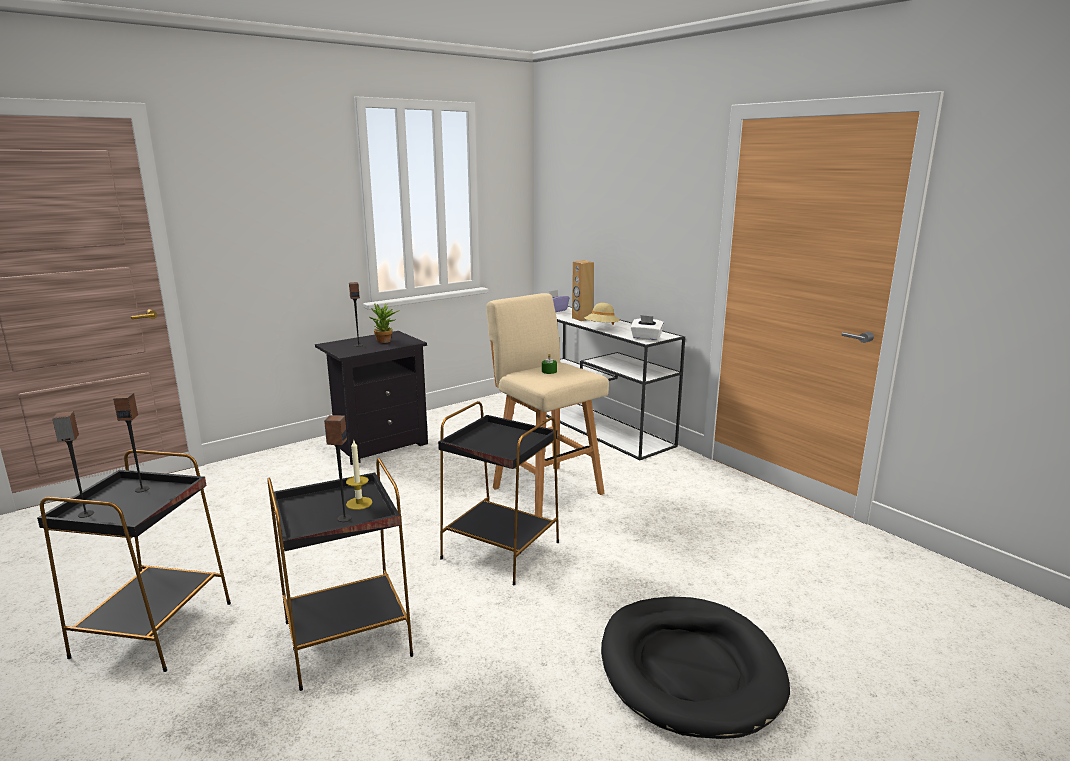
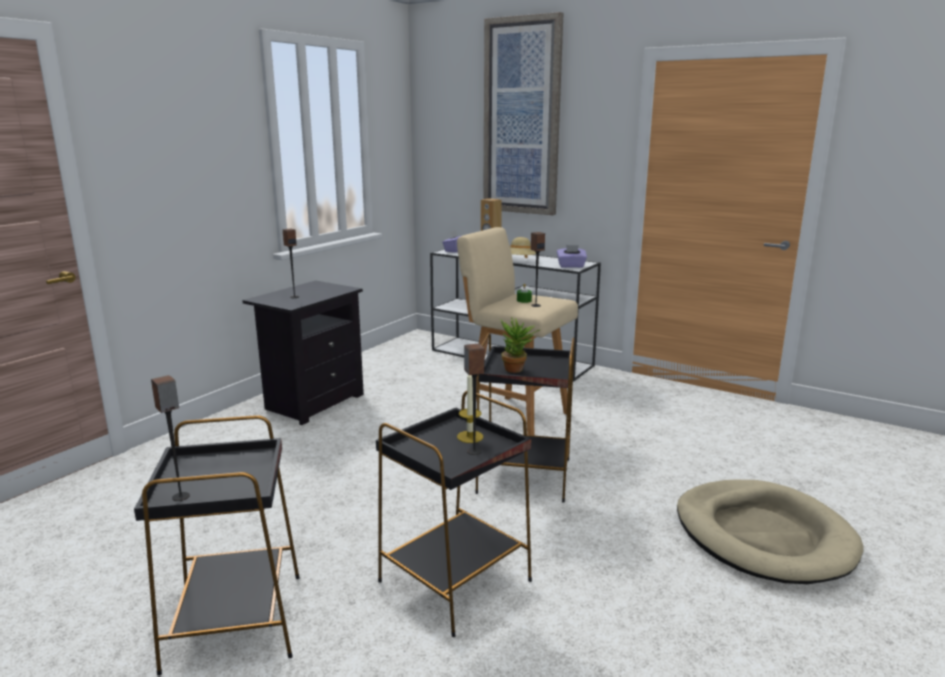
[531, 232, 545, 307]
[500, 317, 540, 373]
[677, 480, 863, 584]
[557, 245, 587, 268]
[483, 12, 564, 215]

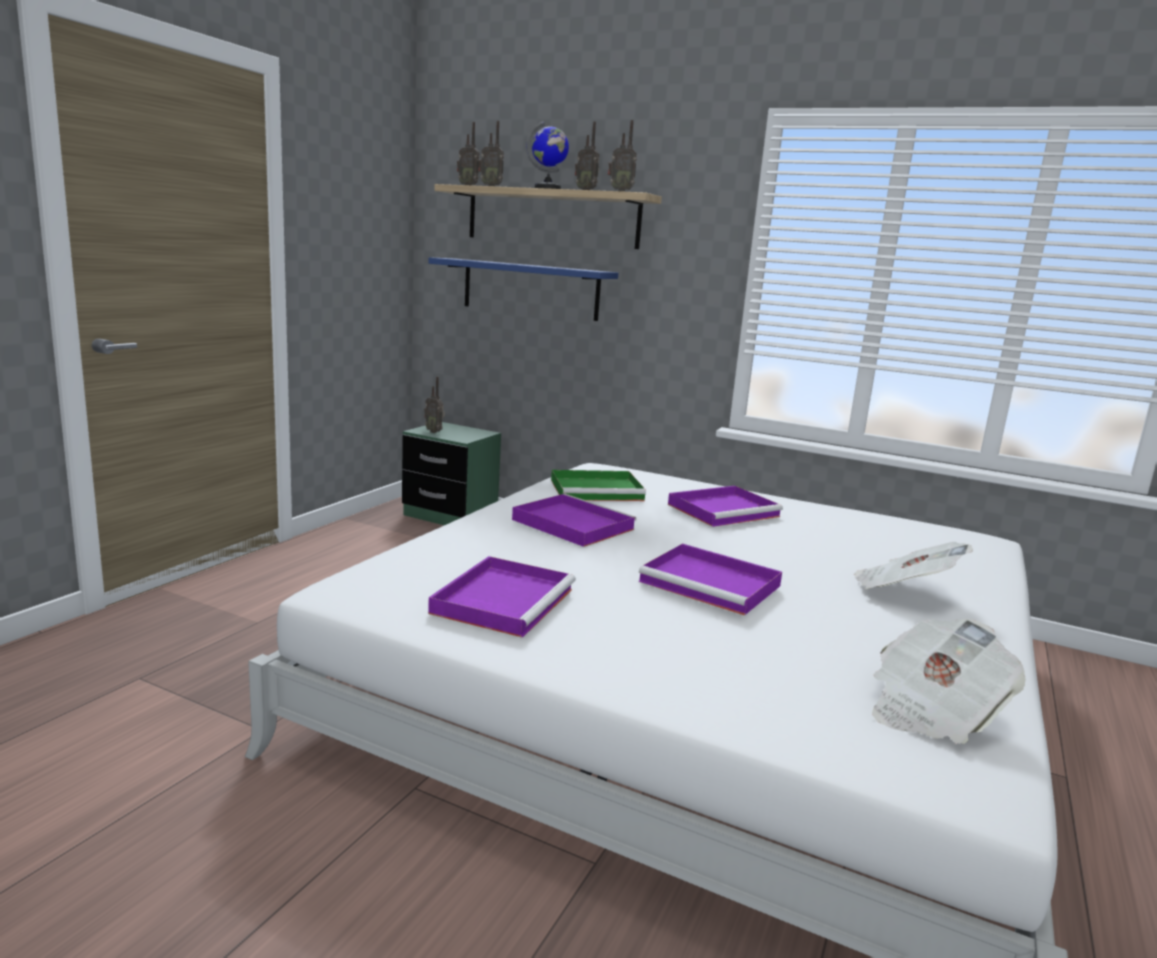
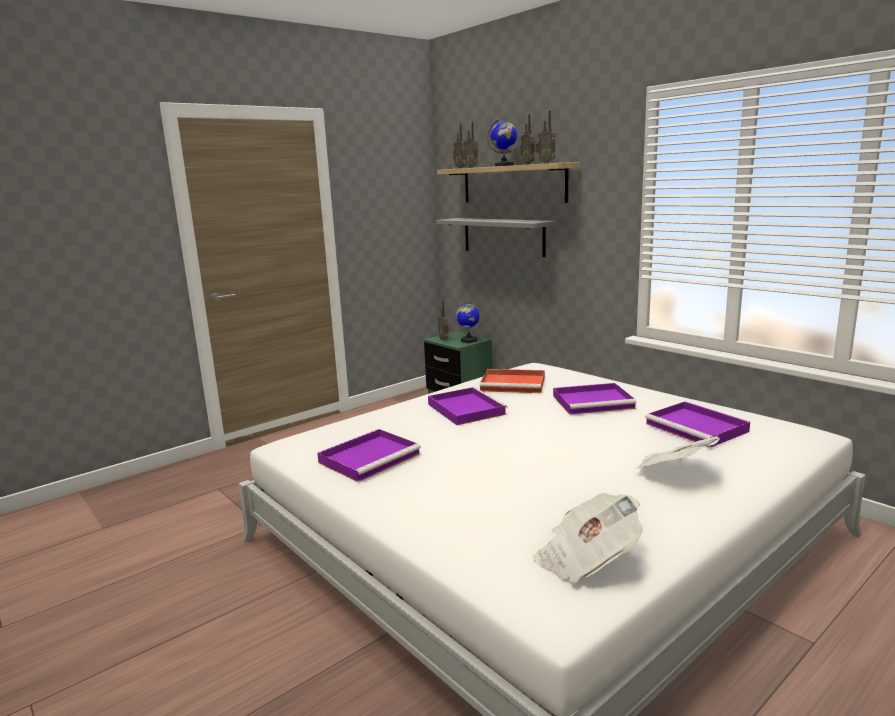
[436, 218, 556, 257]
[480, 369, 545, 393]
[645, 402, 750, 448]
[456, 300, 480, 343]

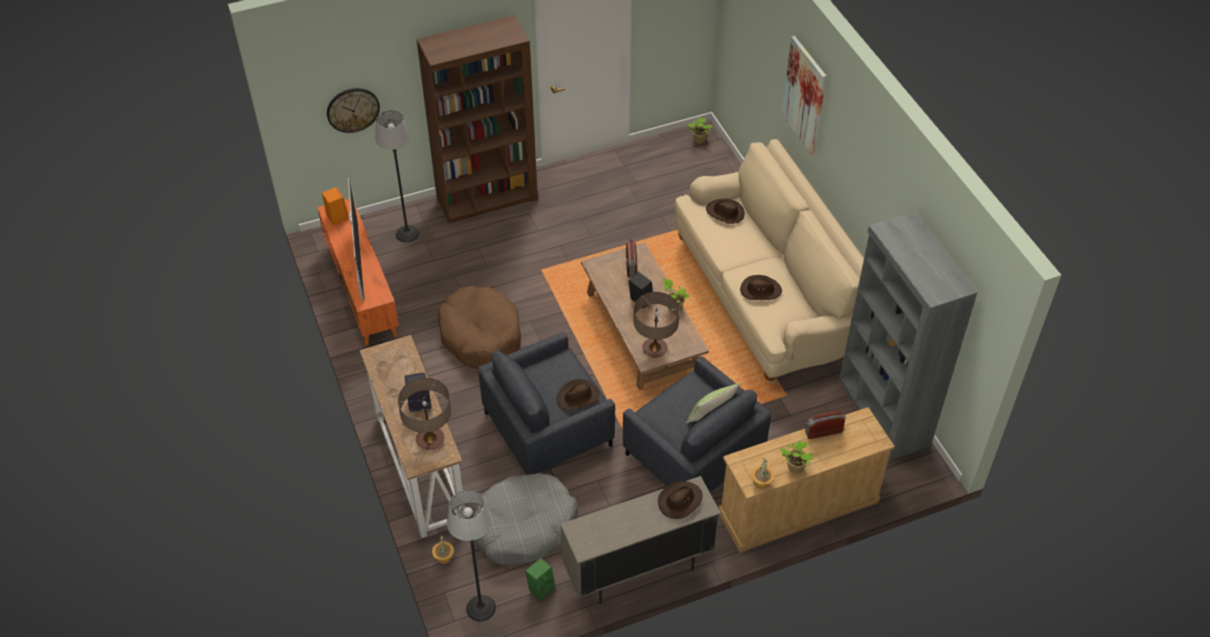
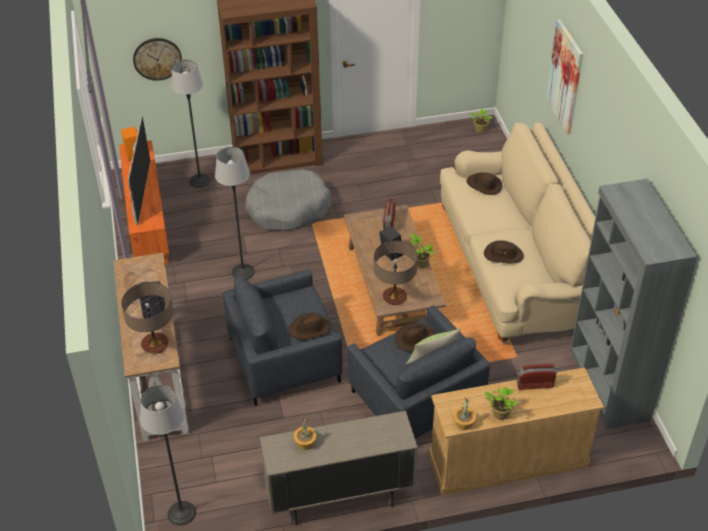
[294, 417, 316, 450]
[215, 147, 255, 280]
[245, 169, 331, 231]
[525, 558, 556, 601] (first image)
[395, 323, 435, 352]

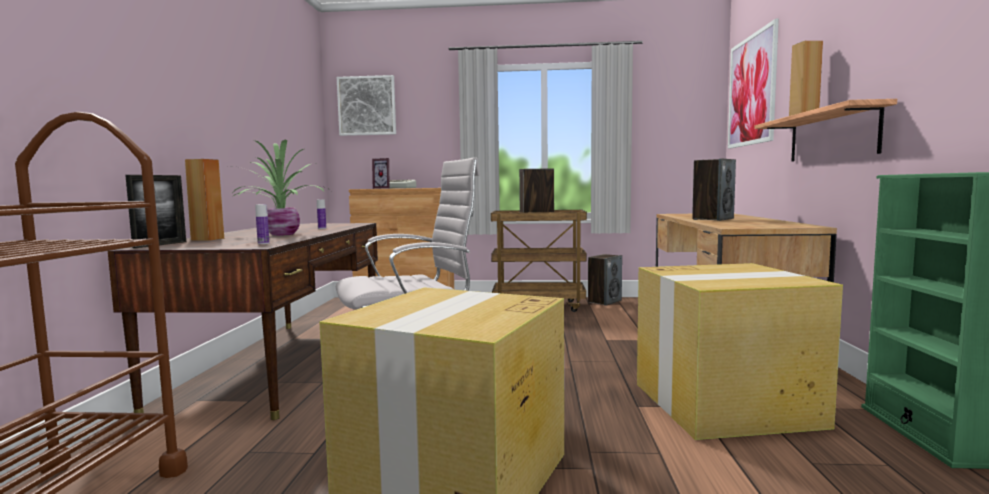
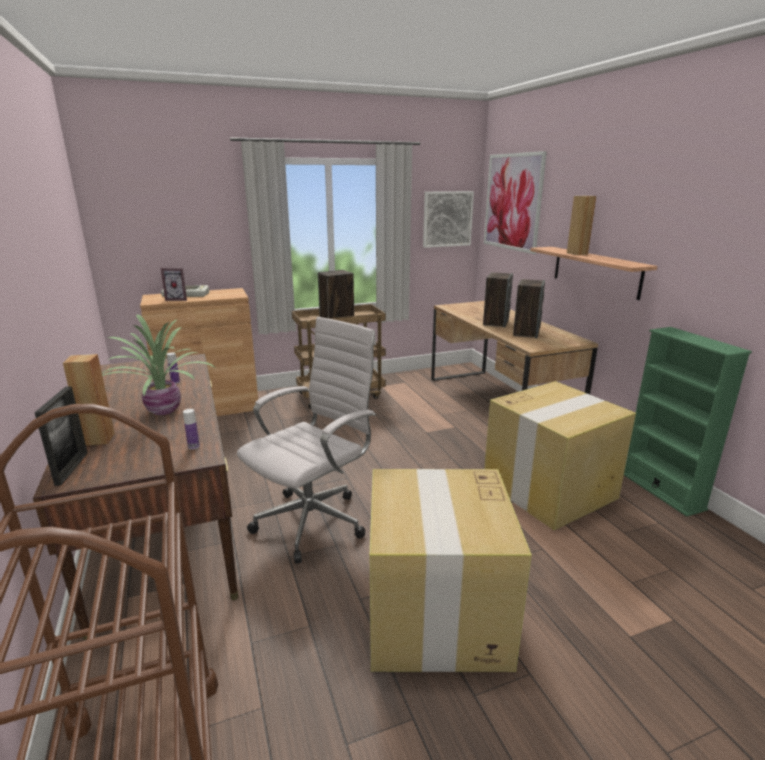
[423, 191, 474, 248]
[513, 279, 545, 338]

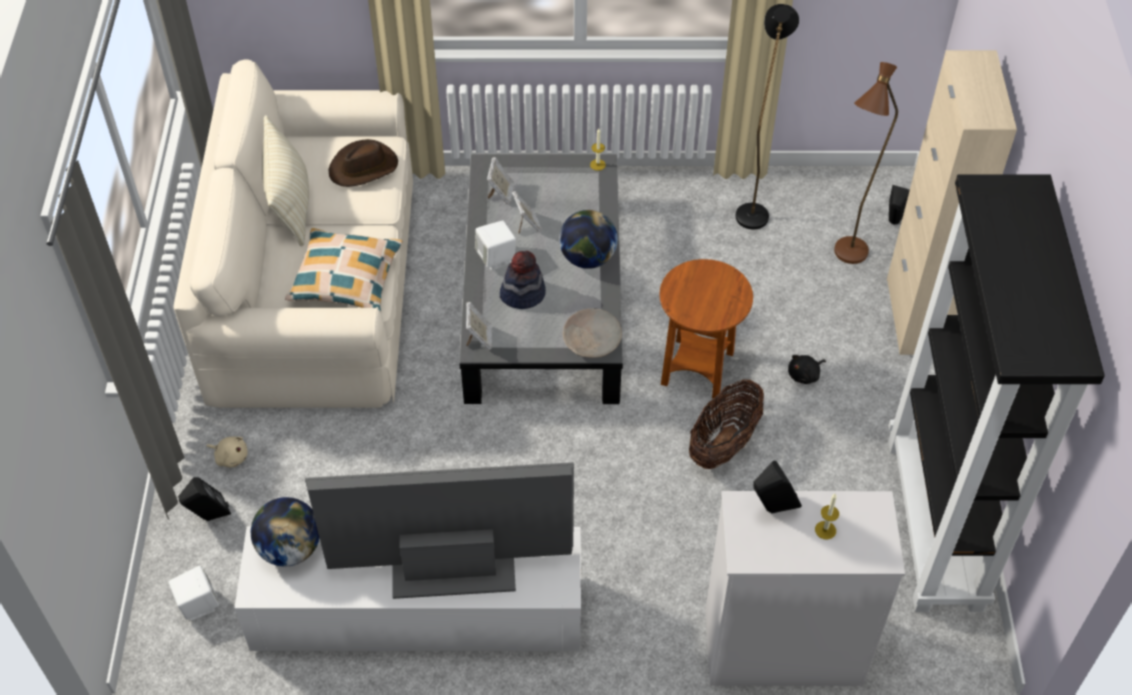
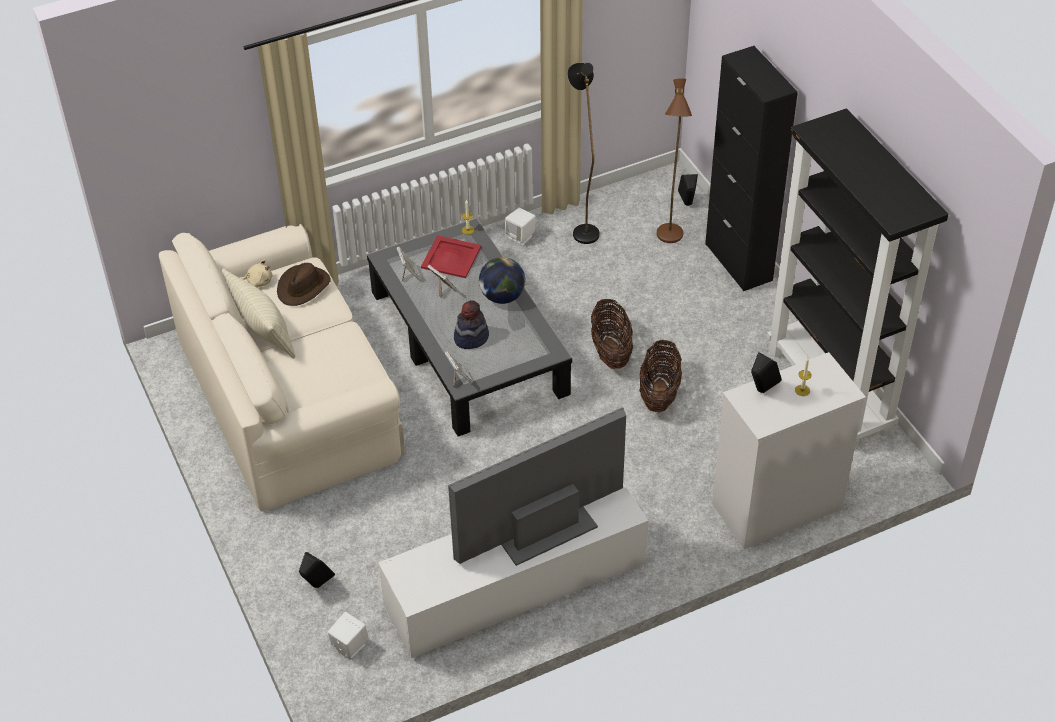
[240, 260, 272, 287]
[251, 497, 320, 566] (first image)
[285, 228, 403, 312] (first image)
[505, 208, 536, 245]
[563, 308, 622, 358] (first image)
[591, 299, 633, 369]
[788, 355, 826, 384] (first image)
[705, 46, 798, 291]
[421, 235, 481, 278]

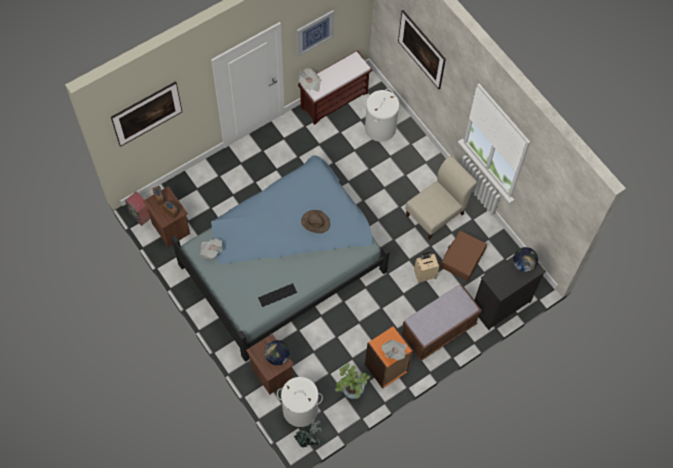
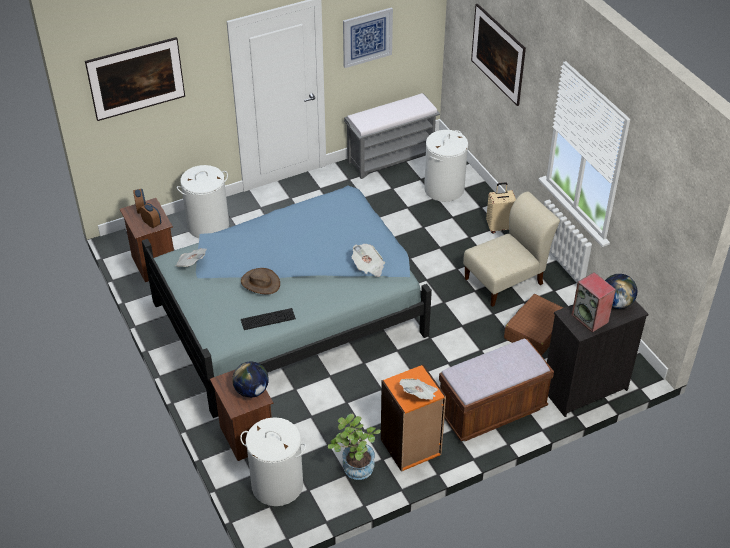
[572, 272, 616, 333]
[294, 418, 324, 448] (first image)
[344, 93, 440, 179]
[351, 244, 385, 277]
[241, 268, 280, 295]
[486, 182, 516, 234]
[177, 165, 229, 238]

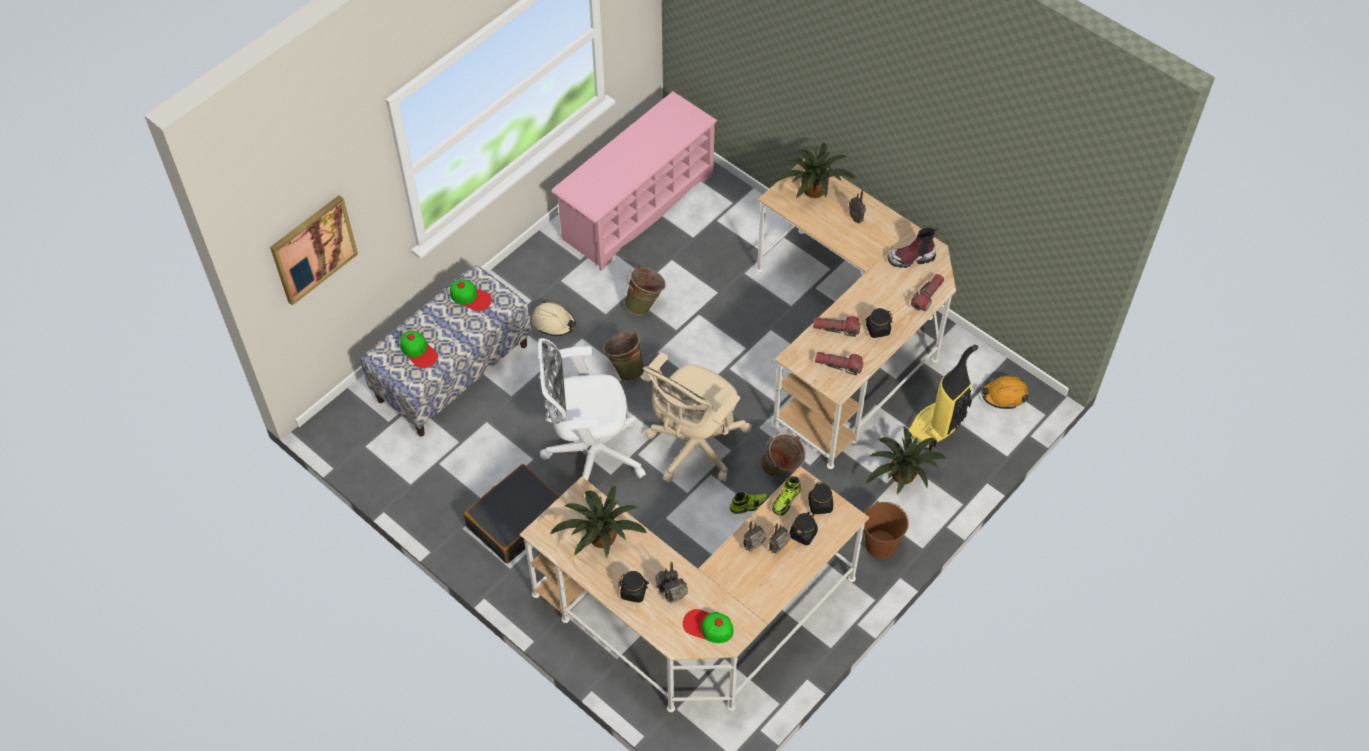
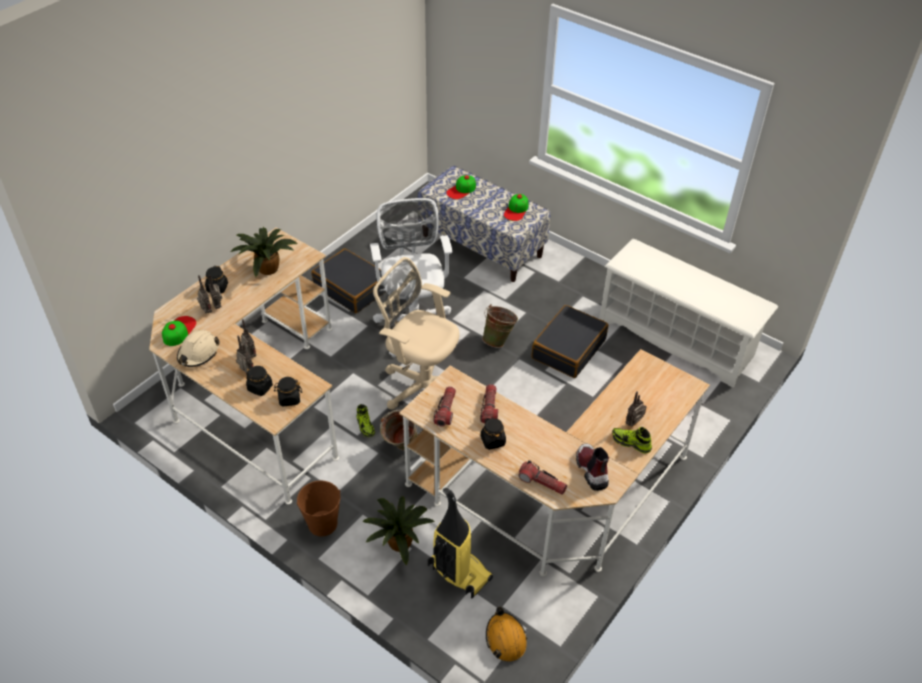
[270, 195, 358, 306] (first image)
[177, 330, 220, 367]
[599, 239, 778, 388]
[532, 305, 608, 378]
[772, 143, 856, 199] (first image)
[612, 427, 652, 453]

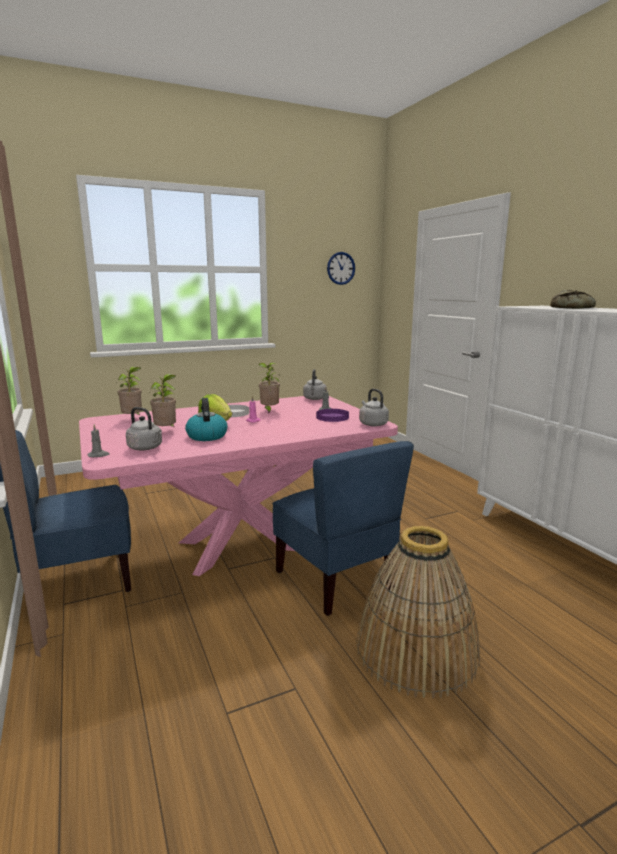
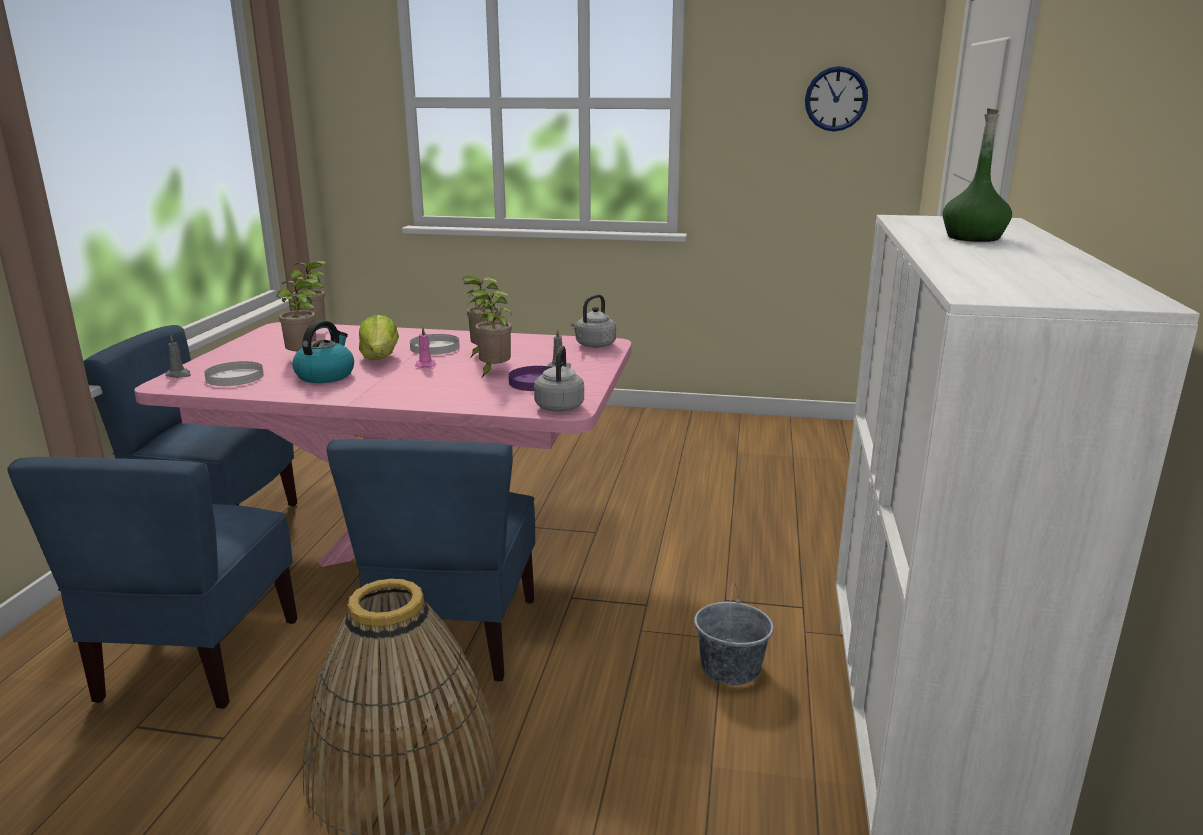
[204, 361, 264, 386]
[942, 108, 1012, 242]
[7, 457, 298, 709]
[470, 290, 512, 377]
[694, 583, 774, 685]

